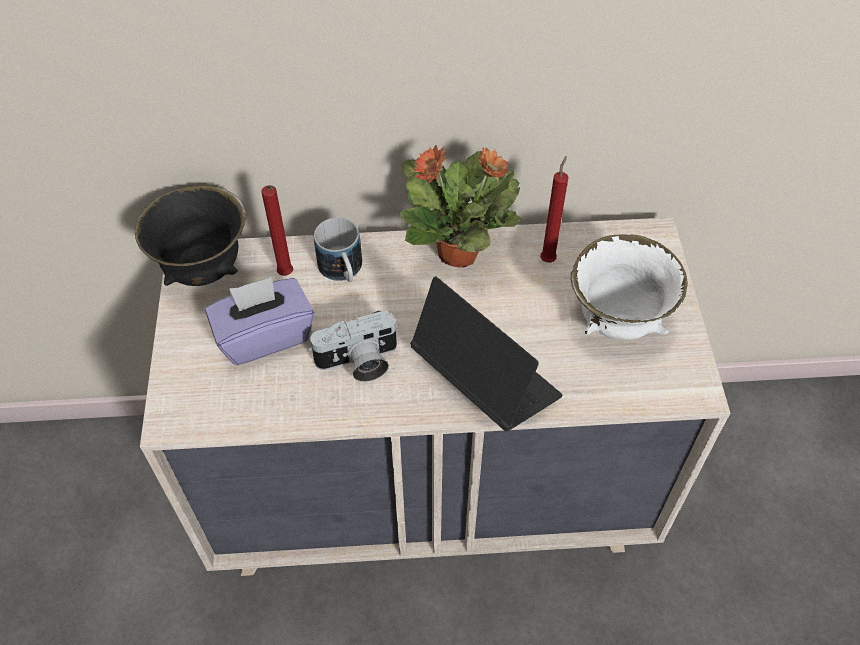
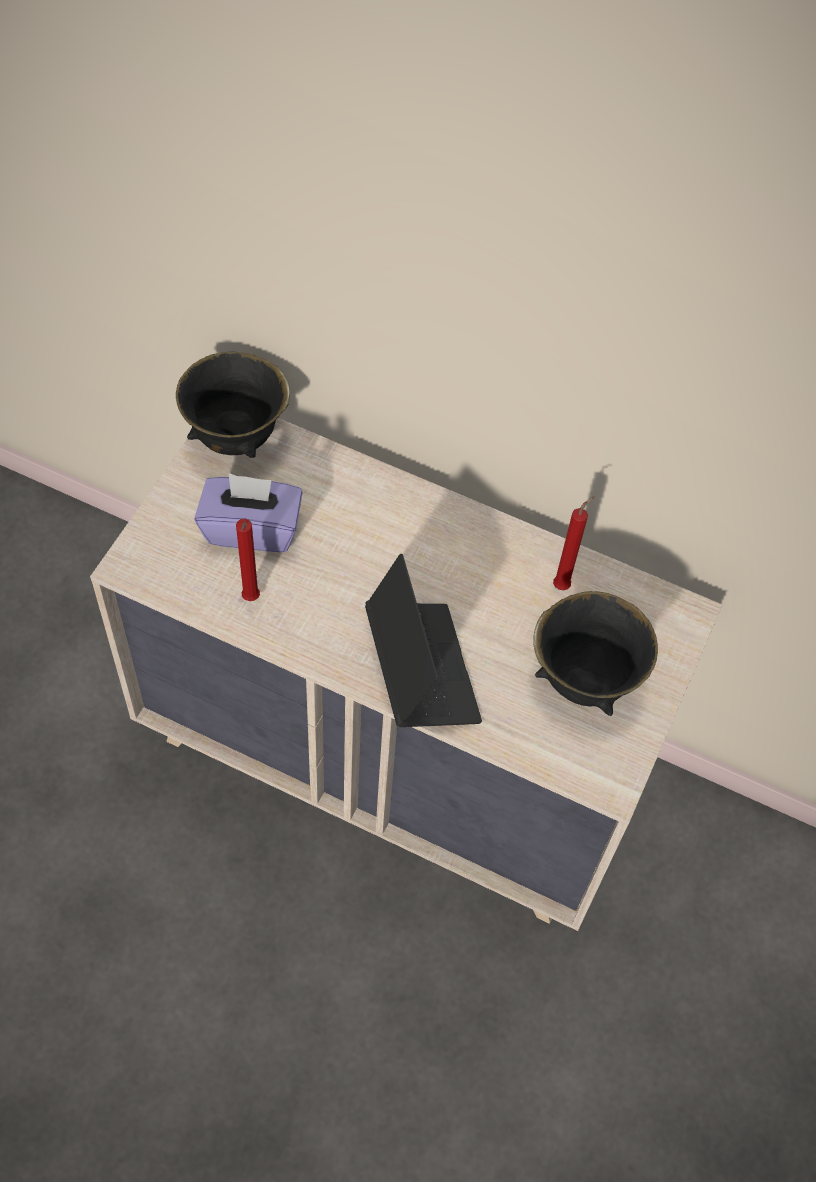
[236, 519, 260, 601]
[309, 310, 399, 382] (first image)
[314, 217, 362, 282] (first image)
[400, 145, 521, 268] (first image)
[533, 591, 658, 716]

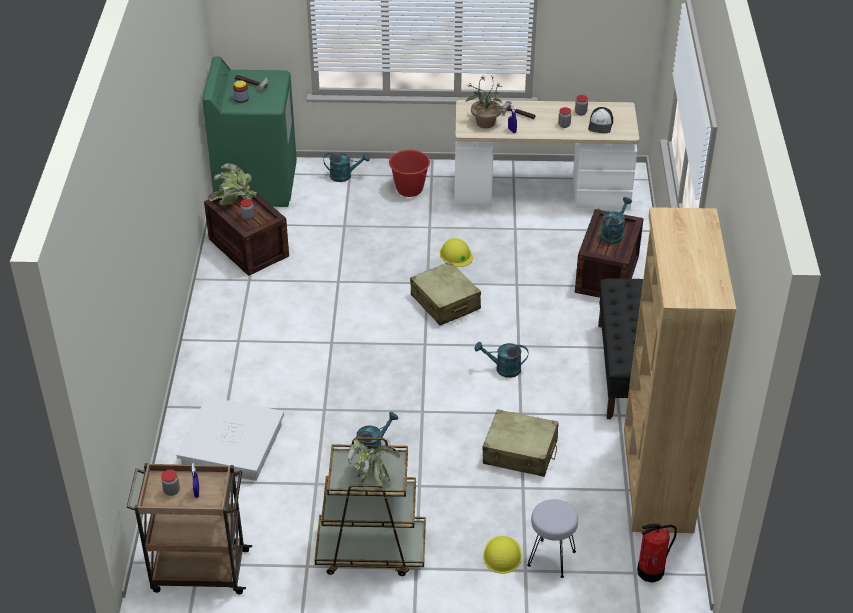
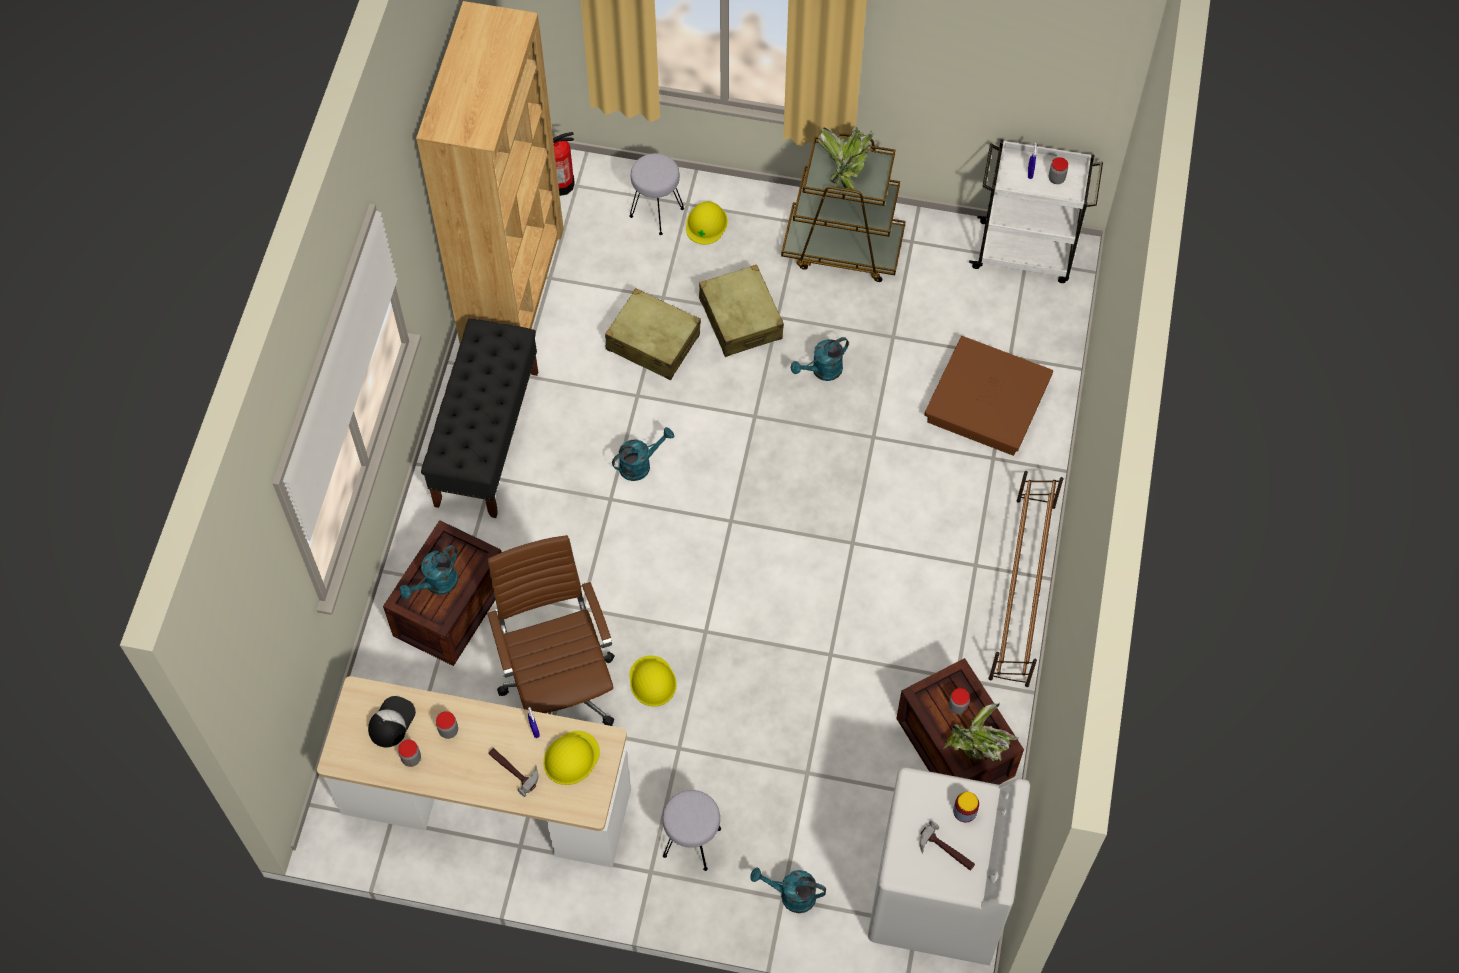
[969, 139, 1103, 283]
[924, 336, 1053, 456]
[868, 767, 1030, 966]
[662, 790, 721, 871]
[699, 265, 784, 357]
[543, 731, 600, 785]
[612, 427, 674, 481]
[487, 535, 615, 726]
[989, 471, 1063, 687]

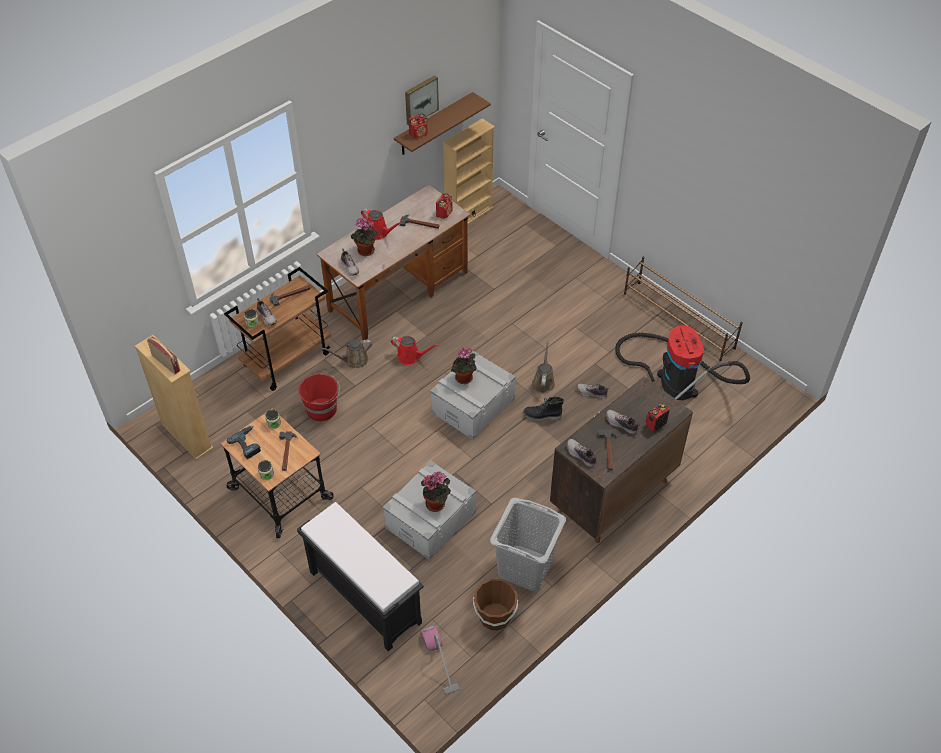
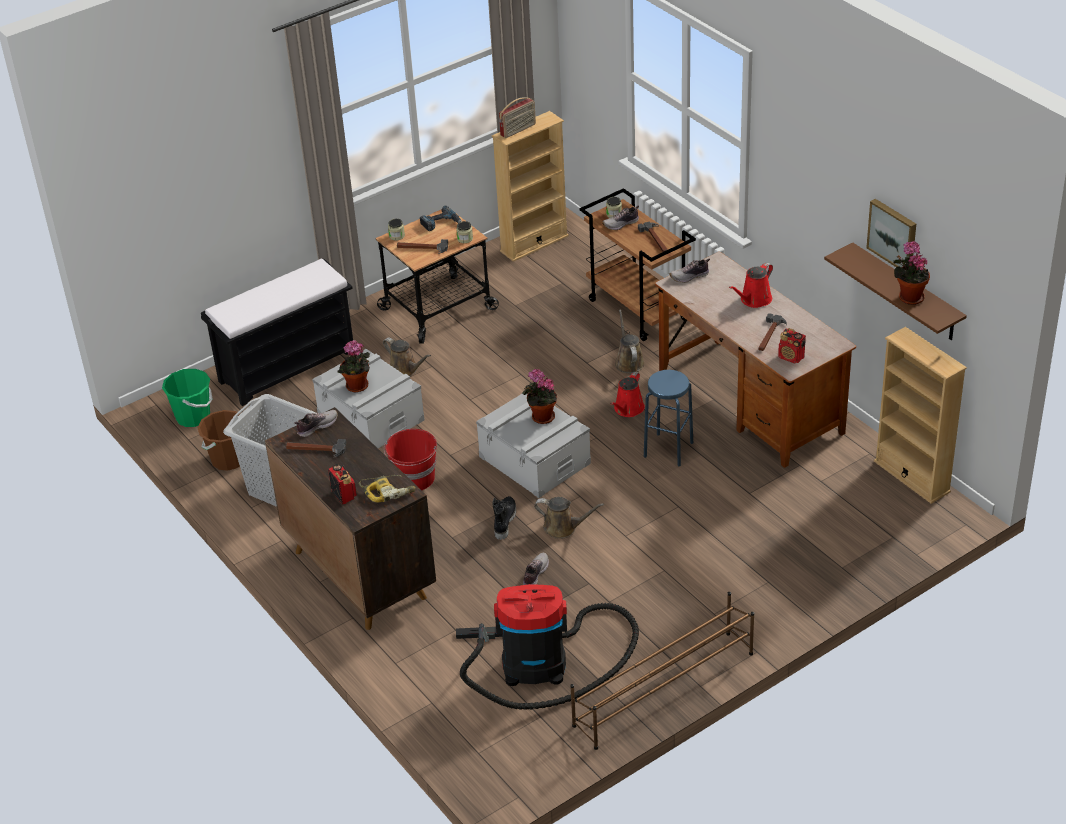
[383, 429, 437, 490]
[893, 241, 930, 305]
[409, 113, 428, 139] (first image)
[162, 369, 213, 427]
[606, 410, 640, 434] (first image)
[359, 475, 416, 503]
[383, 337, 431, 376]
[644, 370, 693, 466]

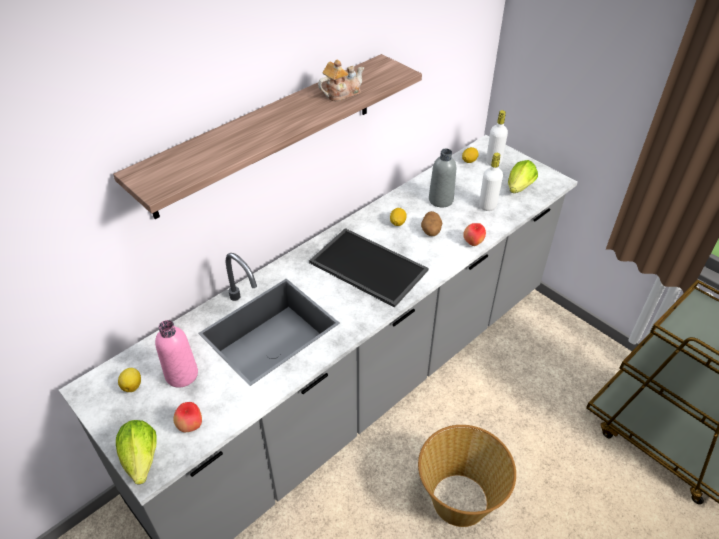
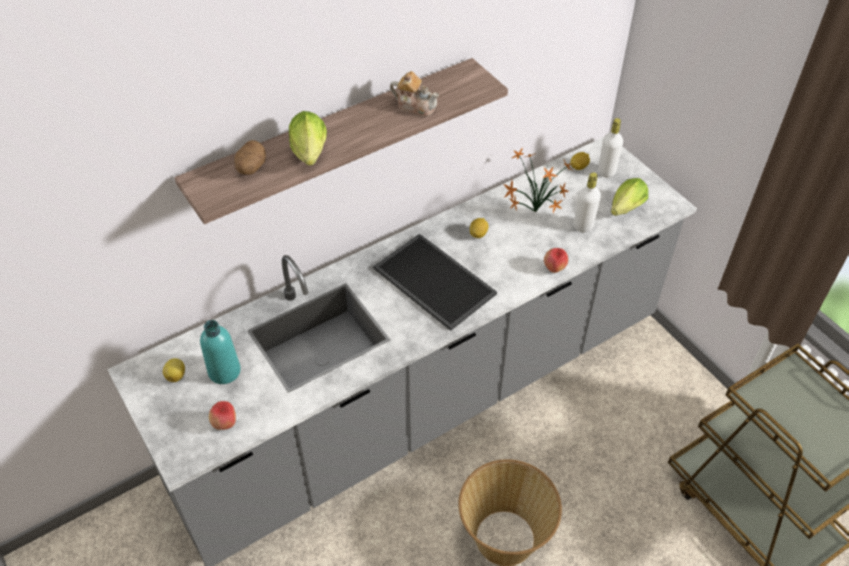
[289, 111, 327, 166]
[200, 320, 241, 384]
[390, 71, 439, 117]
[235, 140, 266, 175]
[503, 147, 574, 213]

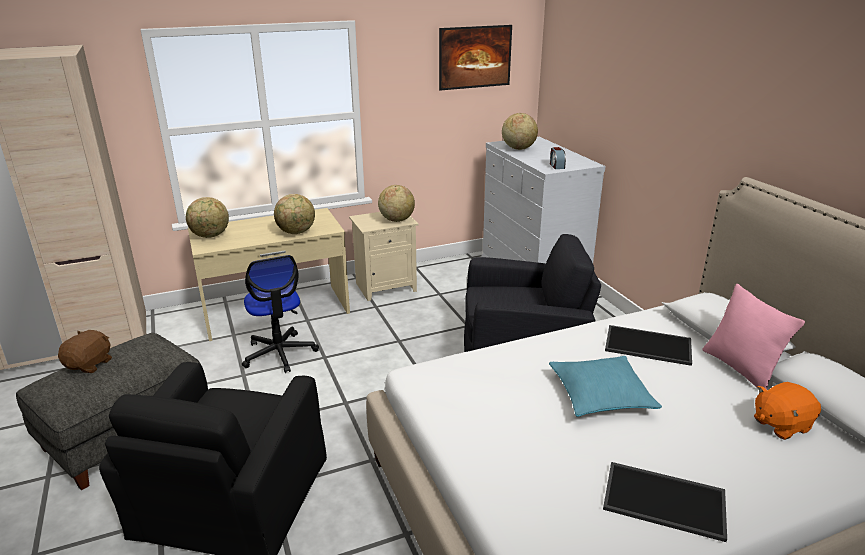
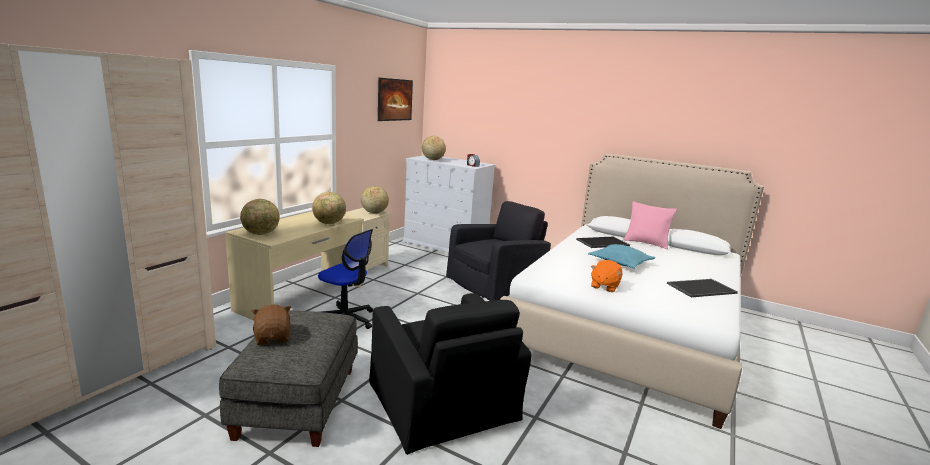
[591, 260, 623, 292]

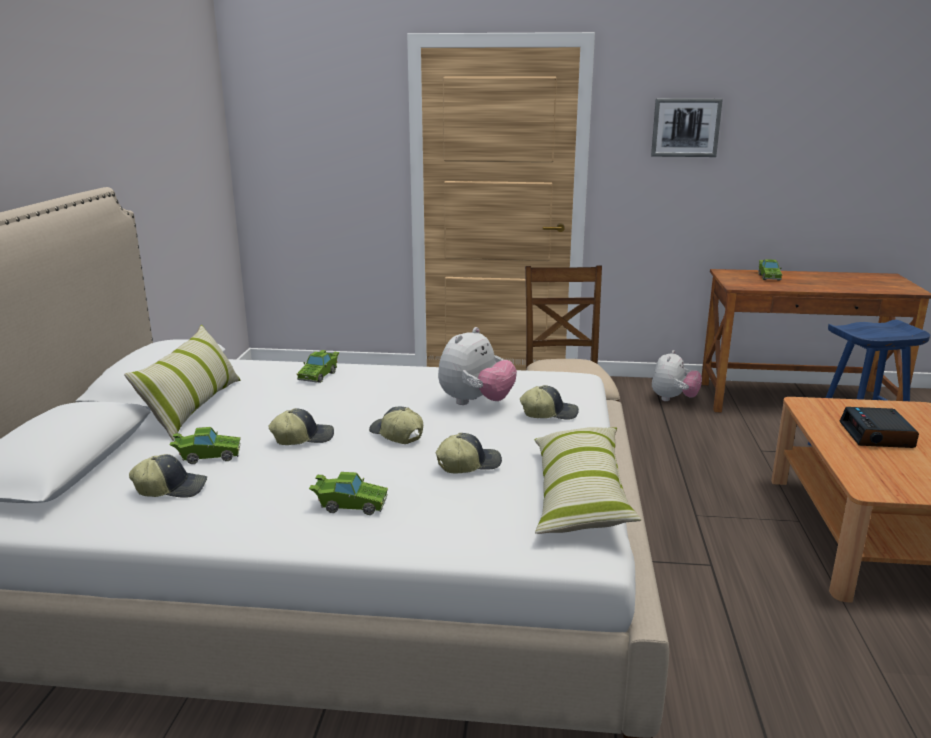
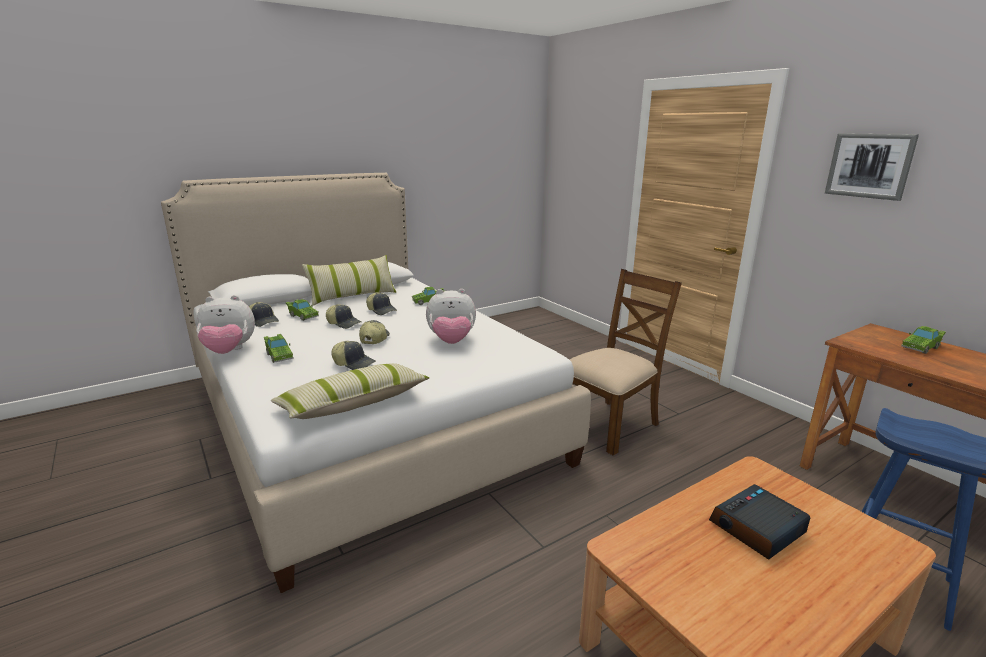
[366, 292, 397, 315]
[196, 295, 255, 354]

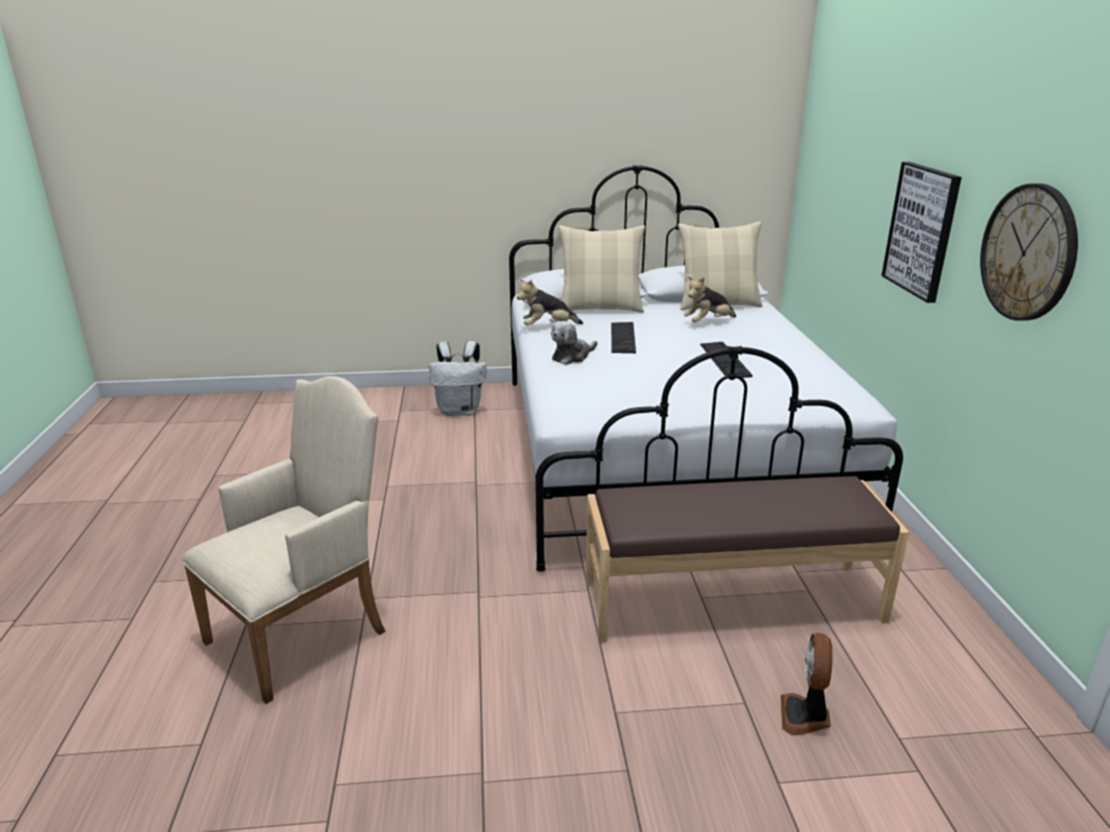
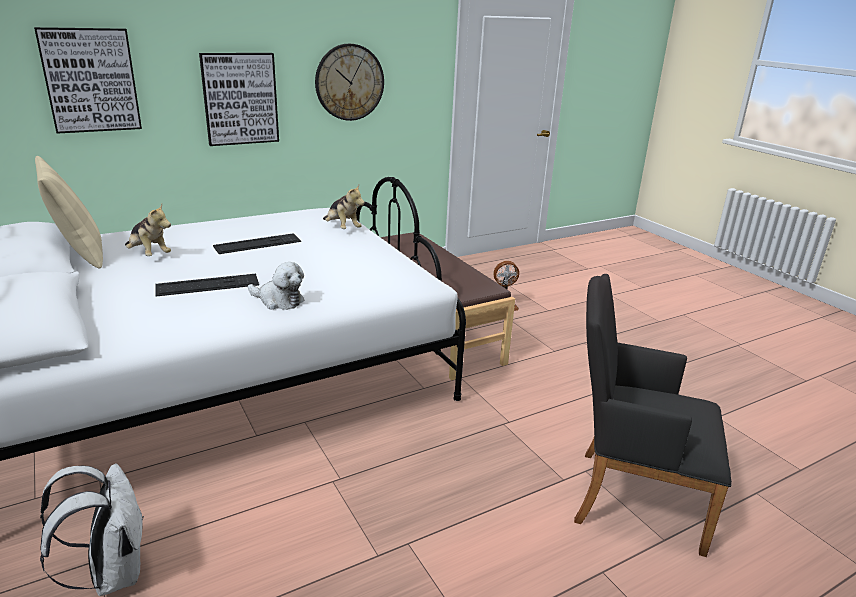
[574, 274, 732, 557]
[323, 185, 365, 229]
[558, 225, 645, 313] (first image)
[34, 27, 142, 134]

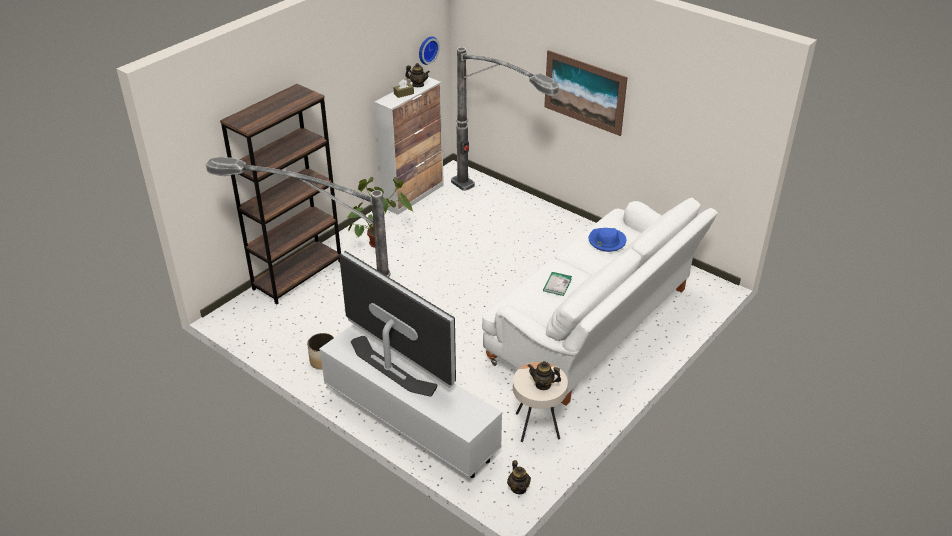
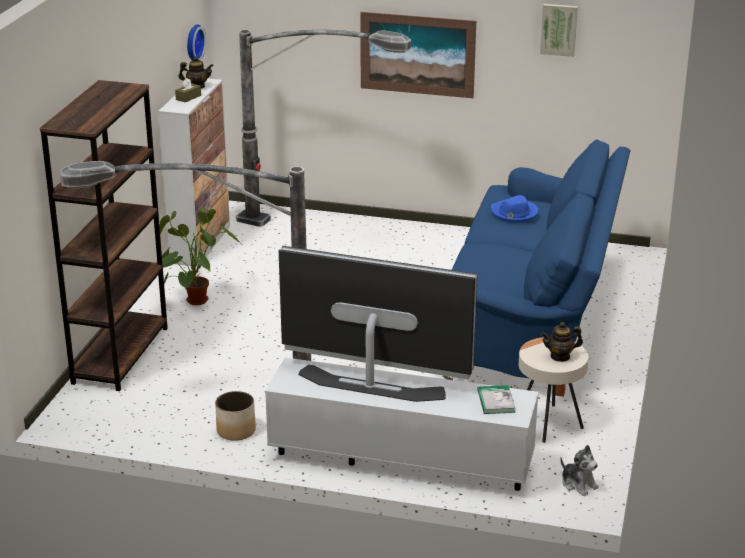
[443, 139, 630, 397]
[560, 445, 599, 496]
[477, 385, 515, 414]
[540, 4, 578, 57]

